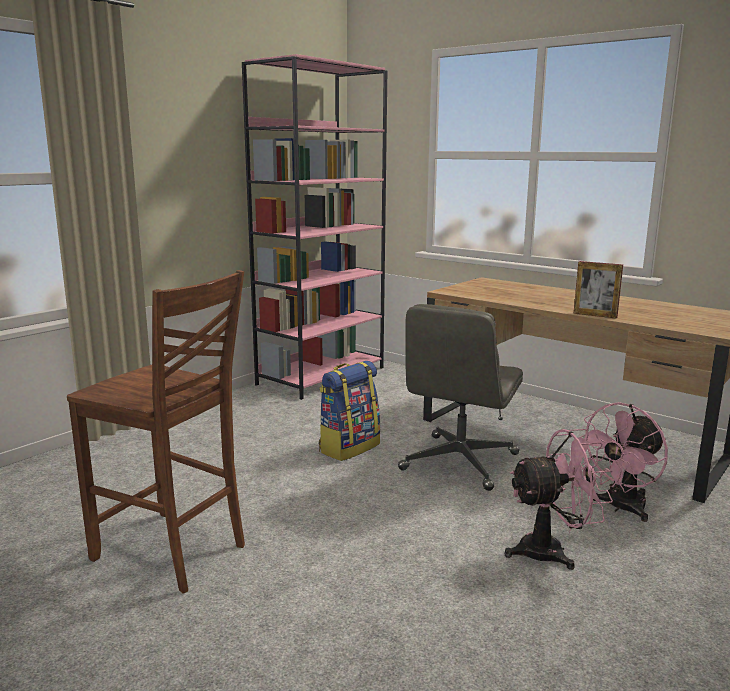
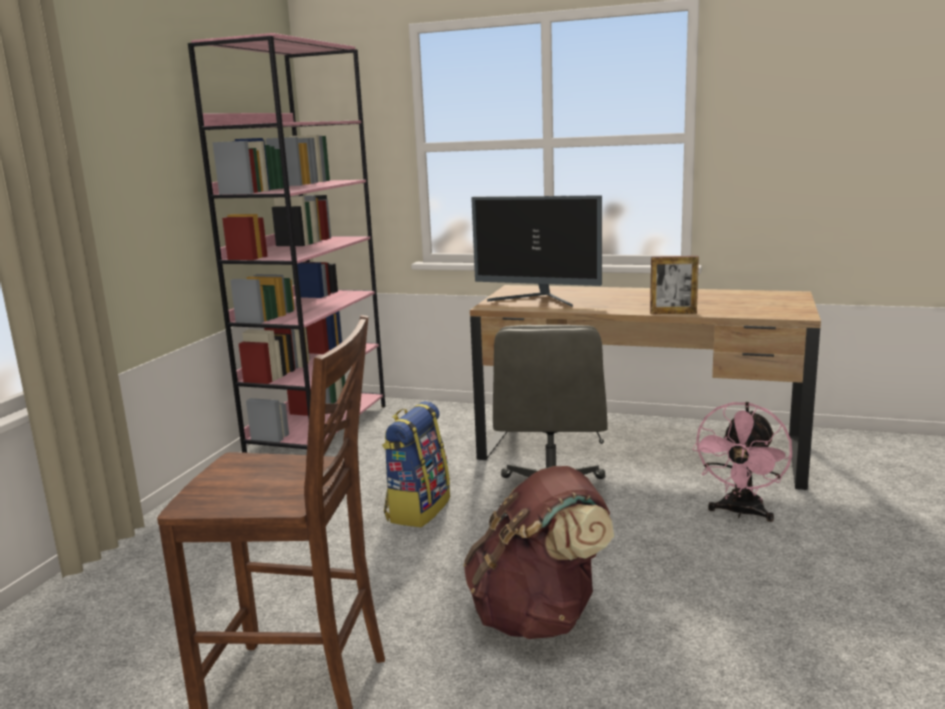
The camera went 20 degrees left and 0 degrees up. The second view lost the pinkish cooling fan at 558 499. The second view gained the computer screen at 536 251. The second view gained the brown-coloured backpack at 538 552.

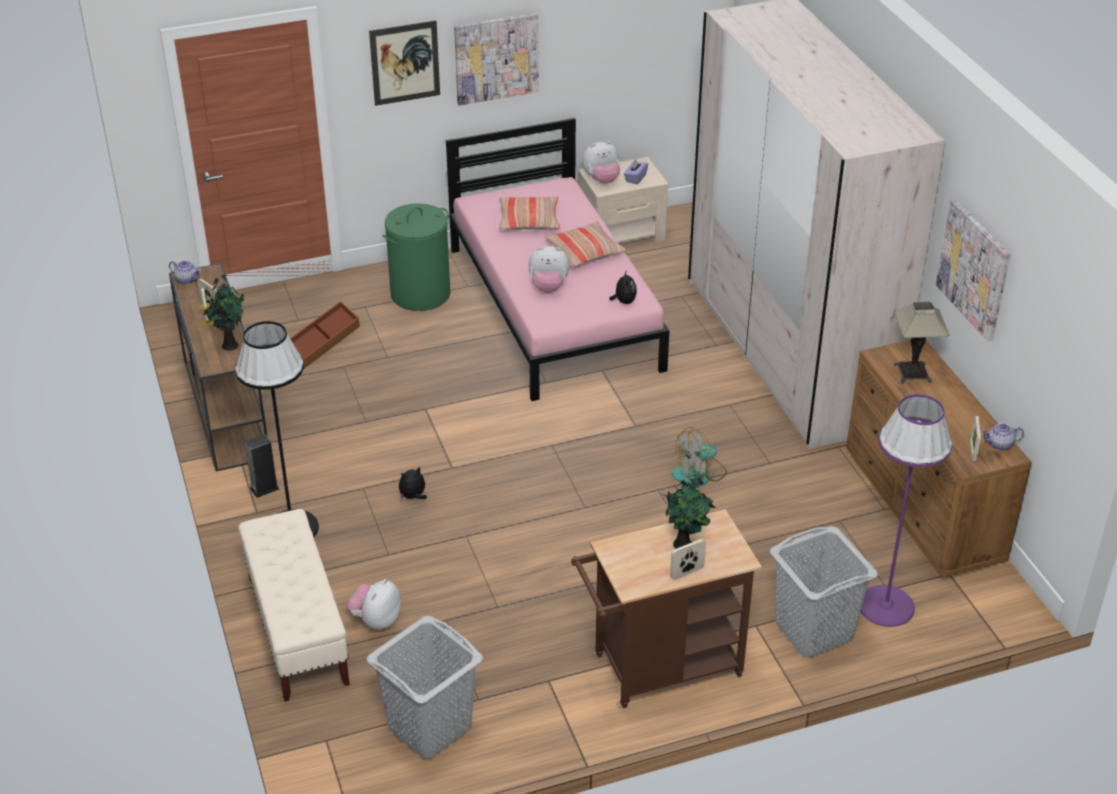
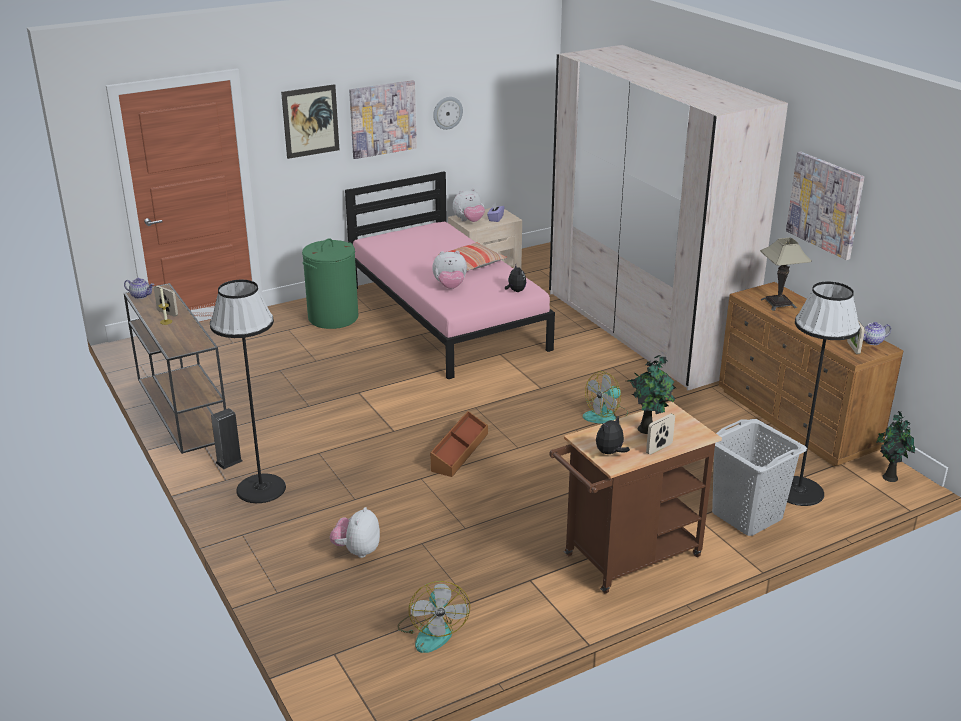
The camera went 10 degrees left and 10 degrees down. The second view lost the throw pillow at 529 212. The potted plant ended up elsewhere, having gone from 223 313 to 895 446. The brown-coloured storage bin ended up elsewhere, having gone from 325 335 to 459 444. What was the purplish standard lamp at 906 510 turned into the blackish standard lamp at 823 394. The soft toy ended up elsewhere, having gone from 413 482 to 613 435. The second view lost the sand-coloured bench at 294 605. Where the gray laundry basket stood at 425 687, the cooling fan came to stand at 433 617. The second view gained the clock on the wall at 448 113.

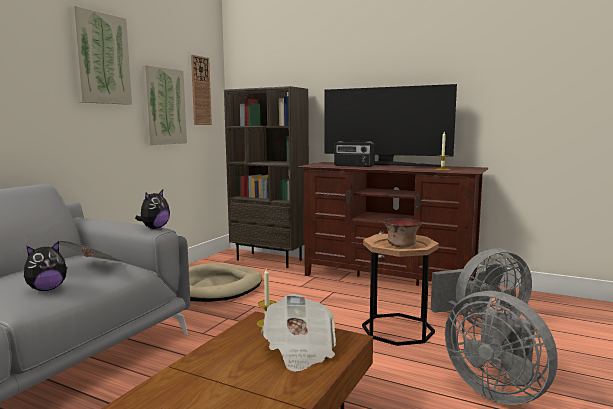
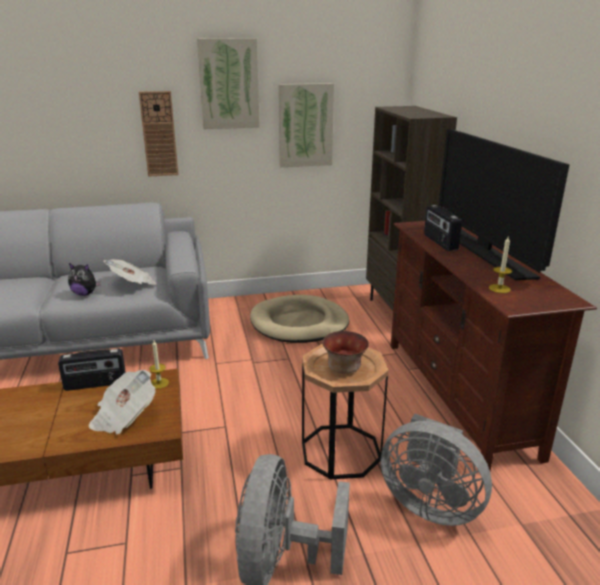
The camera went 50 degrees right and 15 degrees up. The clock on the wall ended up elsewhere, having gone from 201 90 to 159 134. The second view lost the soft toy at 152 209. The second view gained the radio set at 92 369.

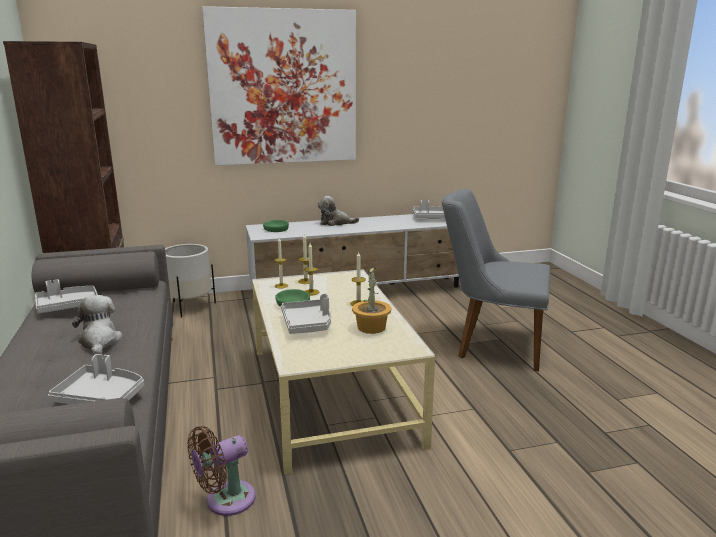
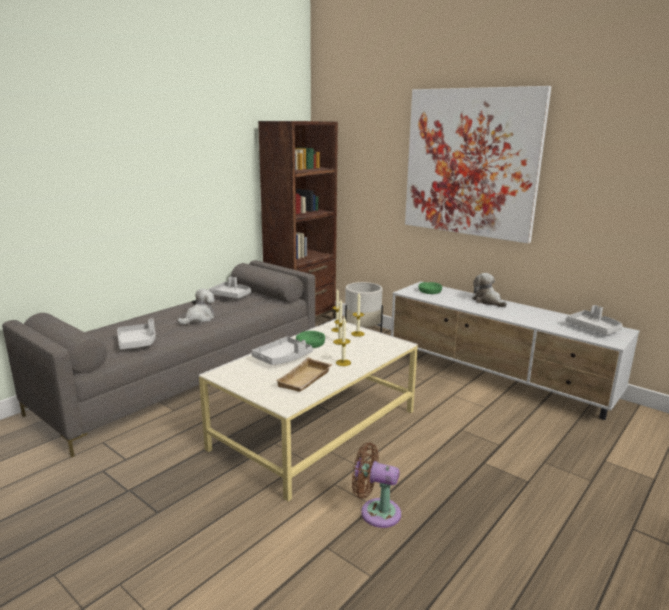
The camera went 55 degrees right and 0 degrees up. The second view lost the gray chair at 496 280. Where the potted plant stood at 371 300, the sand-coloured tray came to stand at 304 374. The brown-coloured cooling fan ended up elsewhere, having gone from 221 471 to 376 485.

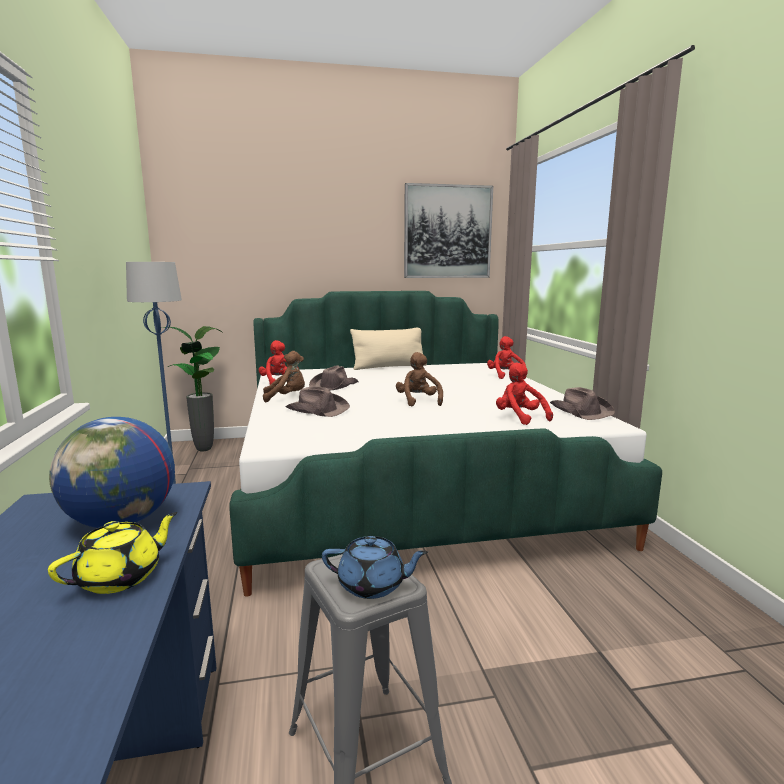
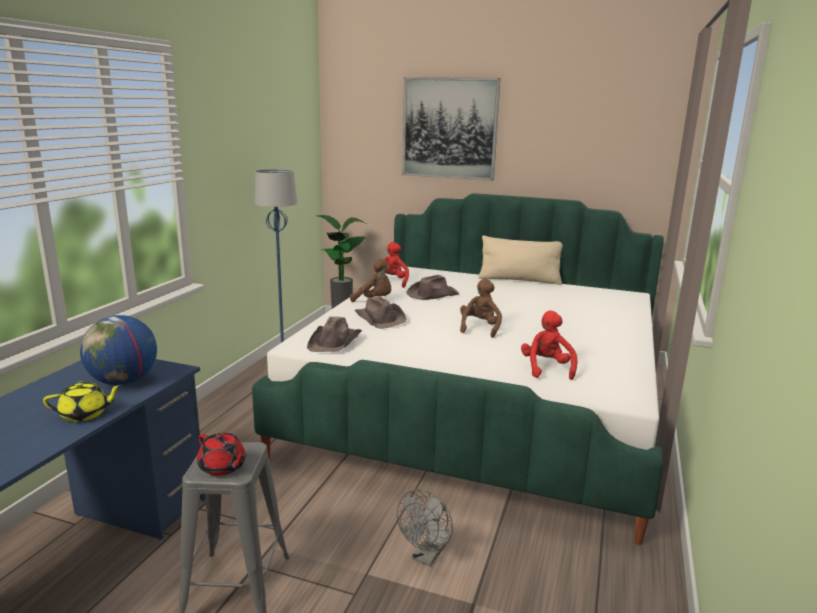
The camera went 30 degrees right and 5 degrees up. The wall art ended up elsewhere, having gone from 448 230 to 451 129. The second view lost the reddish soft toy at 507 357. The brown-coloured clothing hat ended up elsewhere, having gone from 582 403 to 334 334. What was the blue-coloured pot for tea at 375 567 turned into the reddish pot for tea at 222 454. The second view gained the gray cooling fan at 425 527.

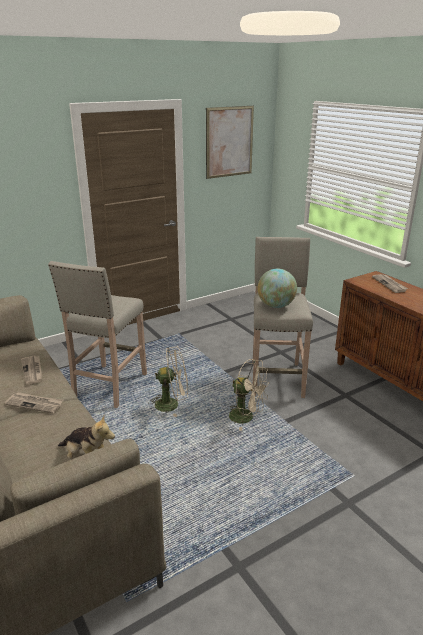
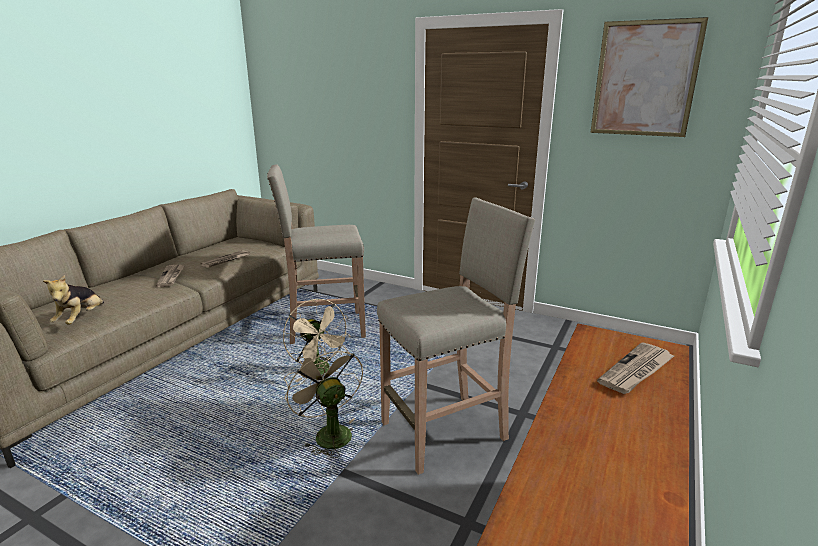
The camera went 60 degrees right and 5 degrees down. The second view lost the world globe at 277 288. The sand-coloured cooling fan at 248 395 ended up facing another way, 150 degrees clockwise from before.

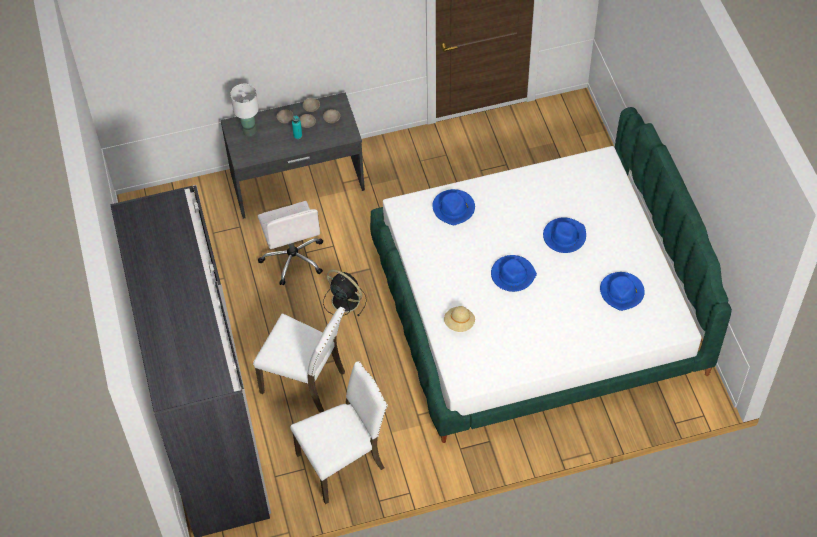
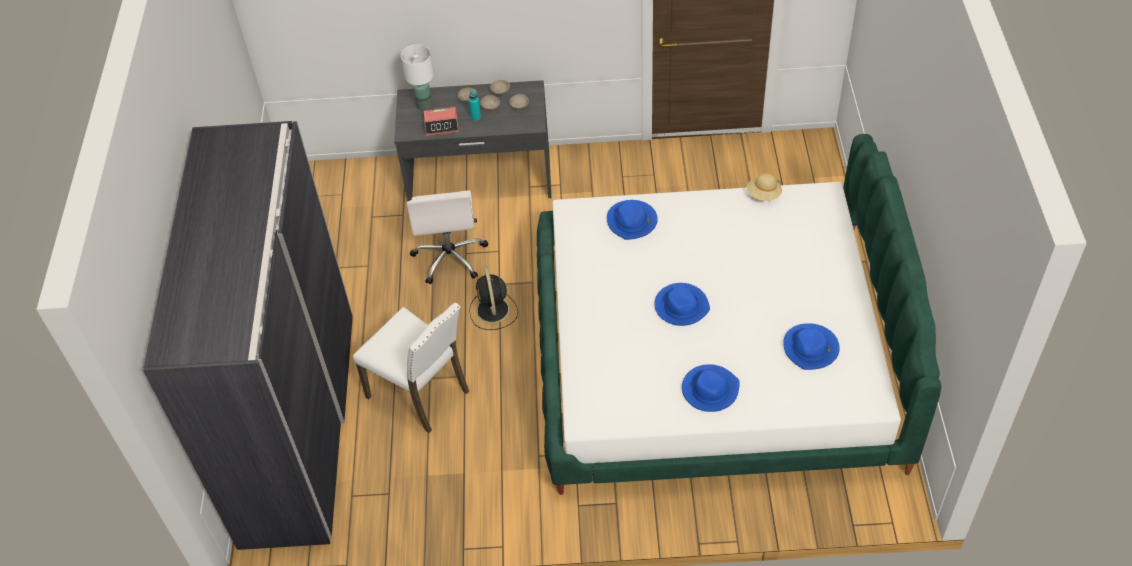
The camera went 15 degrees right and 5 degrees down. The blue-coloured clothing hat ended up elsewhere, having gone from 564 235 to 711 388. The blackish cooling fan at 345 292 ended up facing another way, 150 degrees counterclockwise from before. The sand-coloured clothing hat ended up elsewhere, having gone from 459 319 to 764 187. The second view lost the white-coloured chair at 339 432. The second view gained the table clock at 441 121.

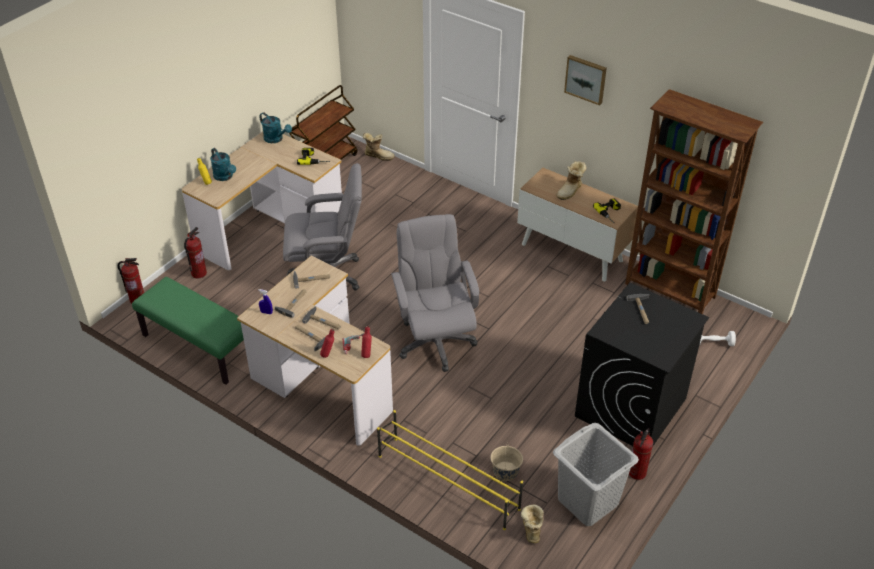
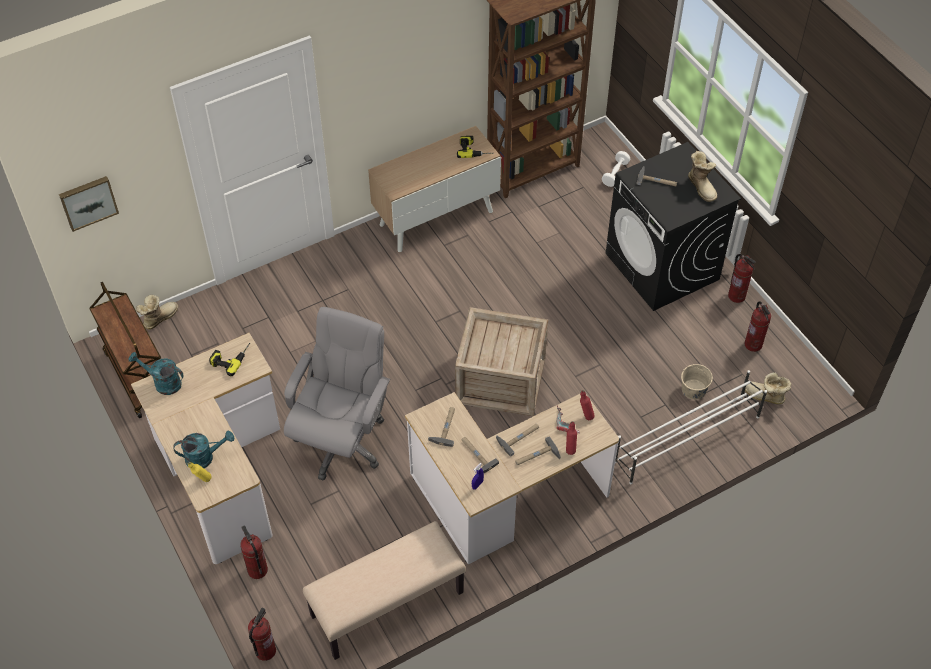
The camera went 65 degrees left and 10 degrees up. The wall art ended up elsewhere, having gone from 585 80 to 89 204. The turquoise-coloured watering pot at 276 127 ended up facing another way, 135 degrees counterclockwise from before. The tall boot ended up elsewhere, having gone from 571 180 to 702 176. Where the gray computer chair stood at 435 293, the packing crate came to stand at 502 361. What was the greenish bench at 188 331 turned into the sand-coloured bench at 384 590. What was the yellow shoe shelf at 450 470 turned into the white-coloured shoe shelf at 691 427. Where the gray laundry basket stood at 596 474, the fire extinguisher came to stand at 757 326.

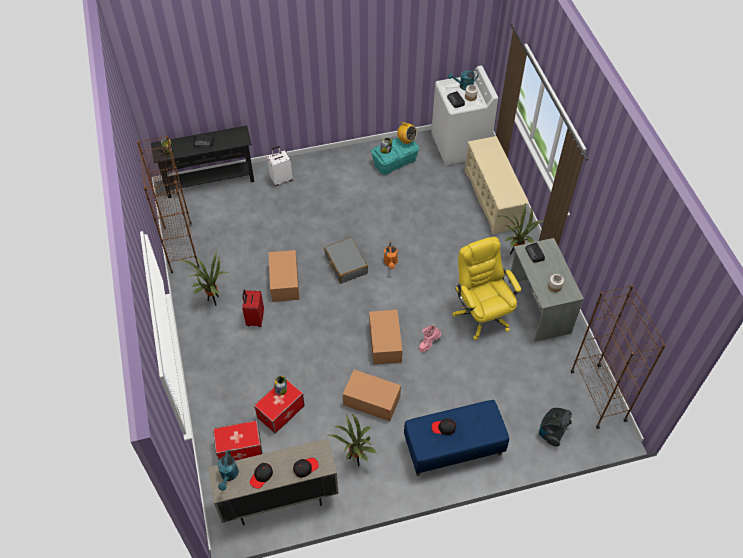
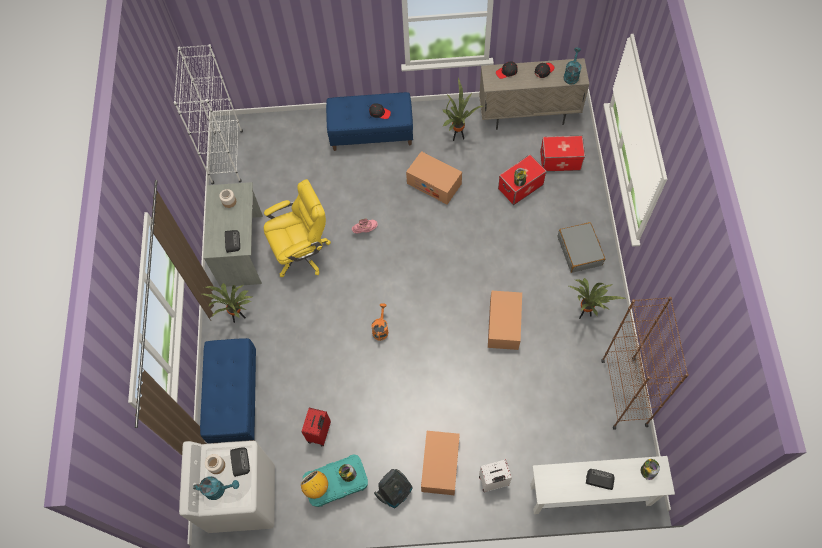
The camera went 165 degrees left and 10 degrees up. What was the blackish hall table at 202 162 turned into the white-coloured hall table at 602 485. Where the sand-coloured shoe shelf stood at 497 185, the blue-coloured bench came to stand at 228 390. The gray suitcase ended up elsewhere, having gone from 346 260 to 581 247. The yellow computer chair at 486 288 ended up facing another way, 105 degrees counterclockwise from before. What was the brown-coloured bookcase at 618 357 turned into the white-coloured bookcase at 208 114. The reddish suitcase ended up elsewhere, having gone from 253 308 to 316 427. The carton ended up elsewhere, having gone from 385 337 to 440 463. The vacuum ended up elsewhere, having gone from 555 427 to 393 488.

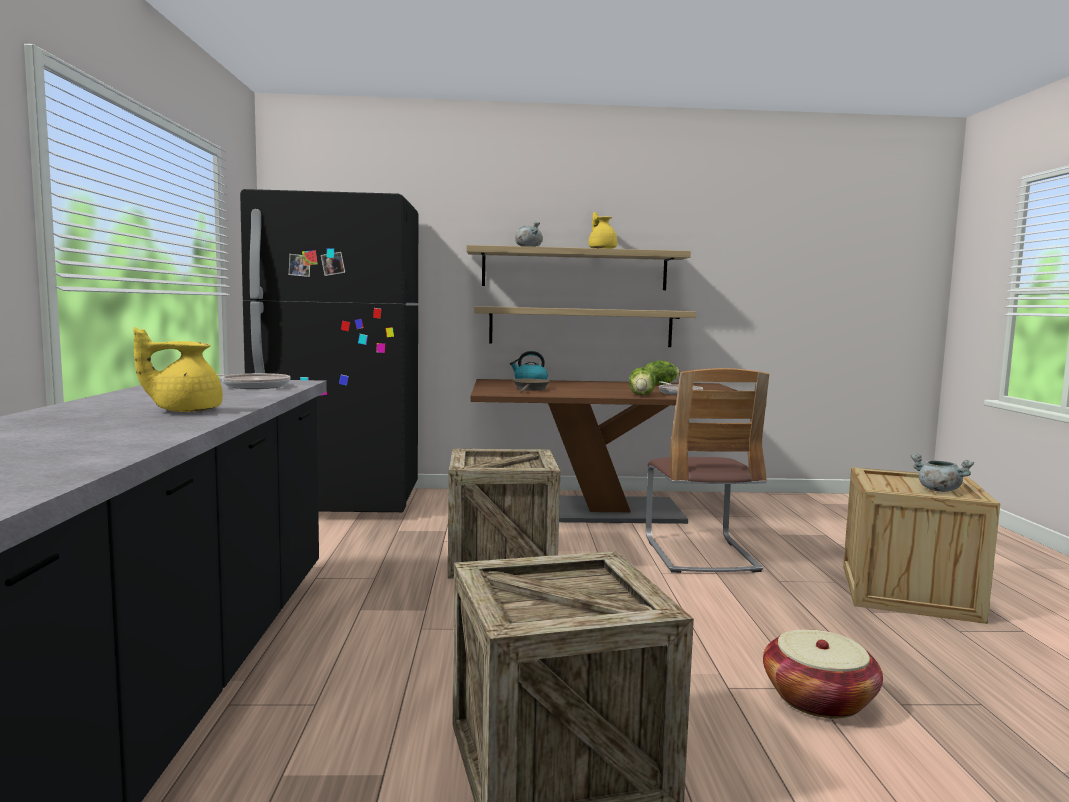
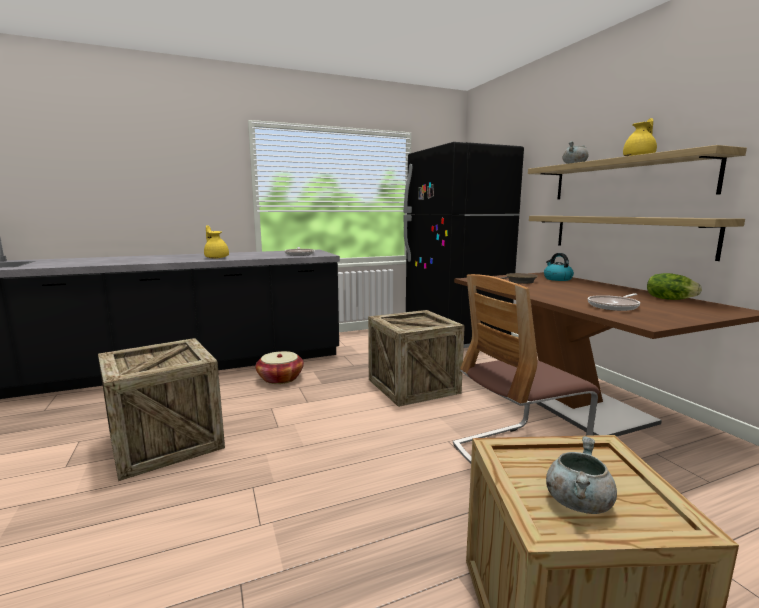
The camera went 70 degrees right and 5 degrees up. The second view lost the head of lettuce at 642 381. The storage basket ended up elsewhere, having gone from 823 674 to 280 367.

